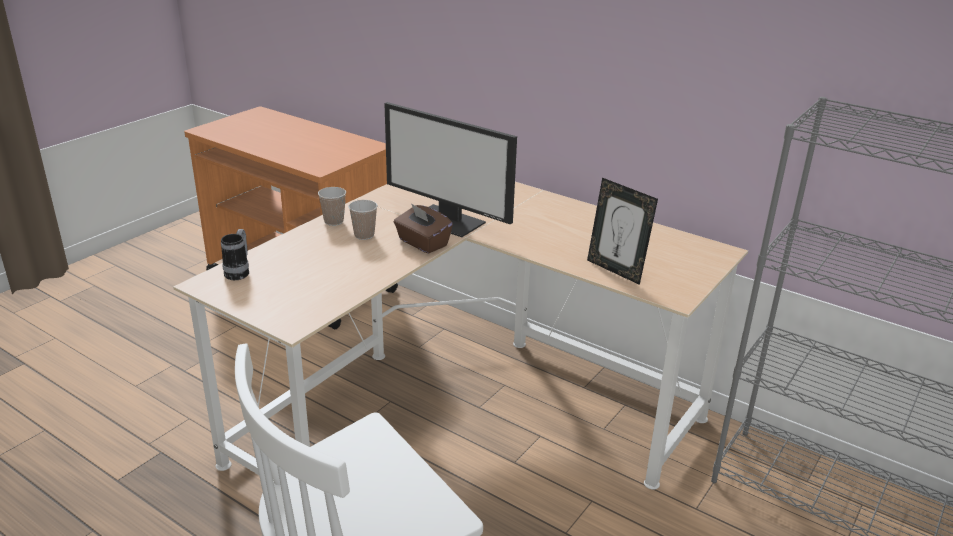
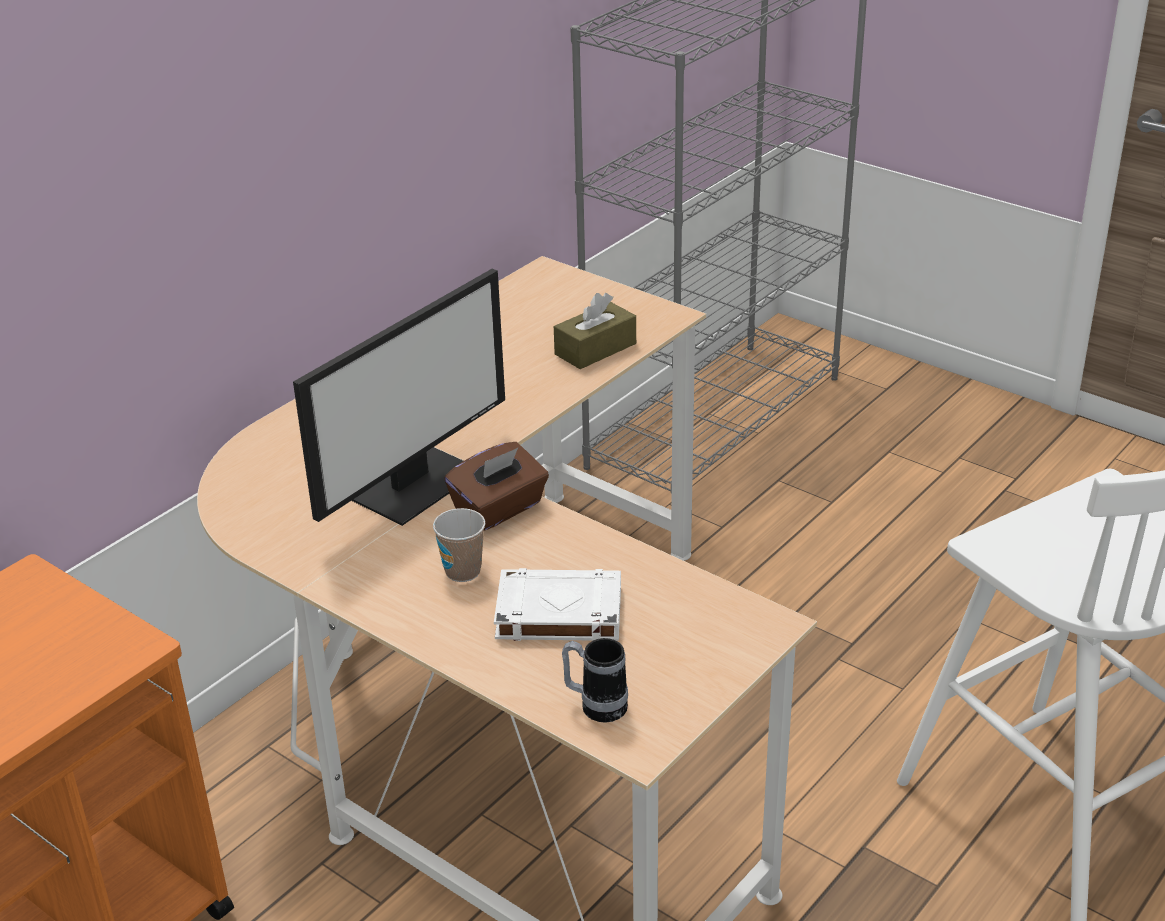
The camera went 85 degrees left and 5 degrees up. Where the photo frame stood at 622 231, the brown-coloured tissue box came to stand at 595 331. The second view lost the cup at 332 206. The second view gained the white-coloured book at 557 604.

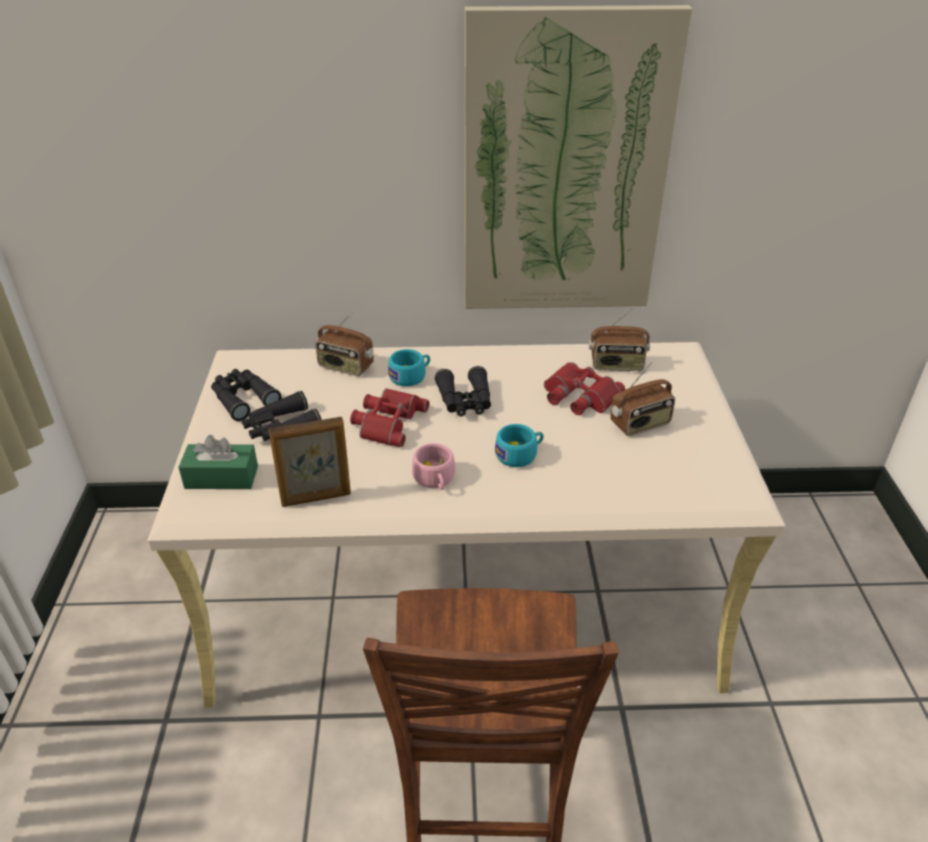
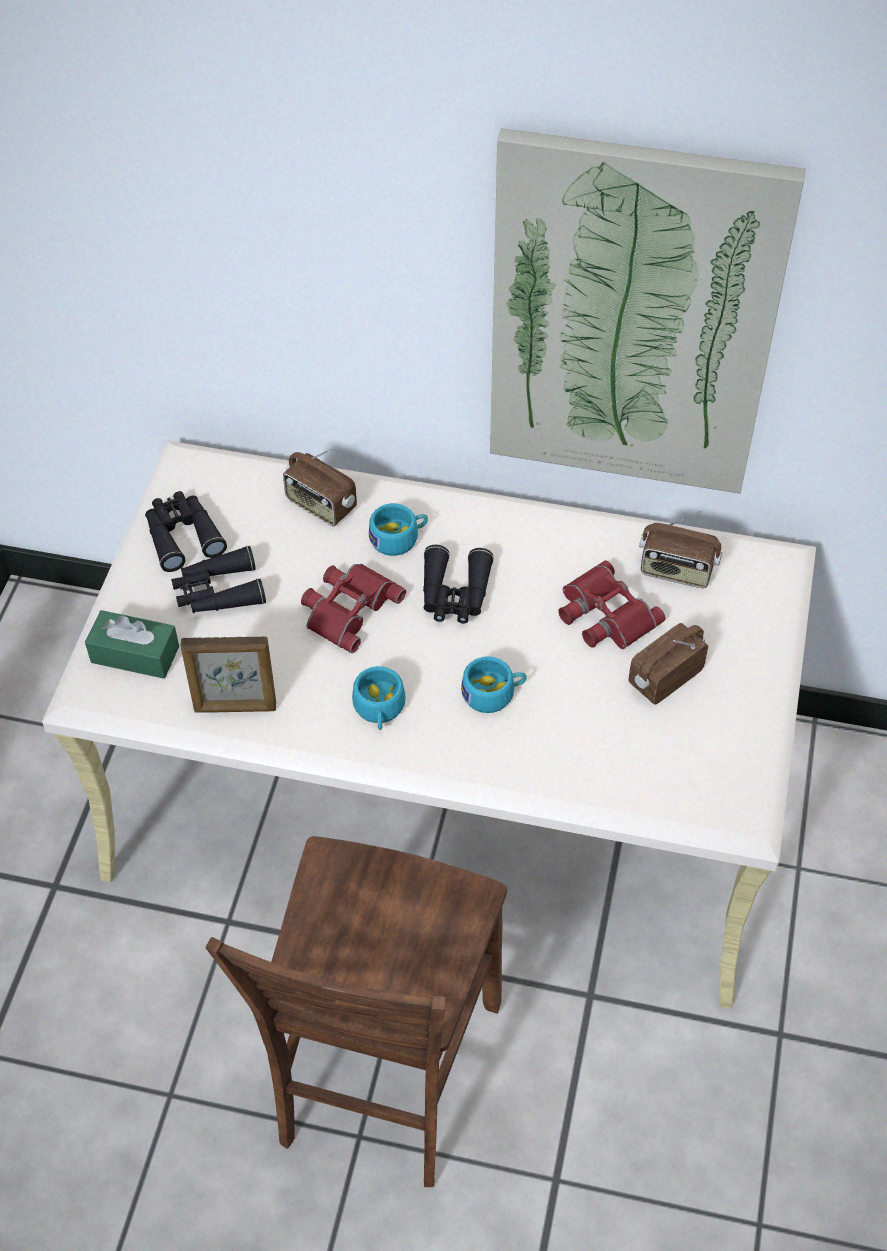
The camera went 15 degrees right and 15 degrees up. The radio set at 642 398 ended up facing another way, 150 degrees clockwise from before. What was the pinkish cup at 433 466 turned into the turquoise-coloured cup at 379 698.

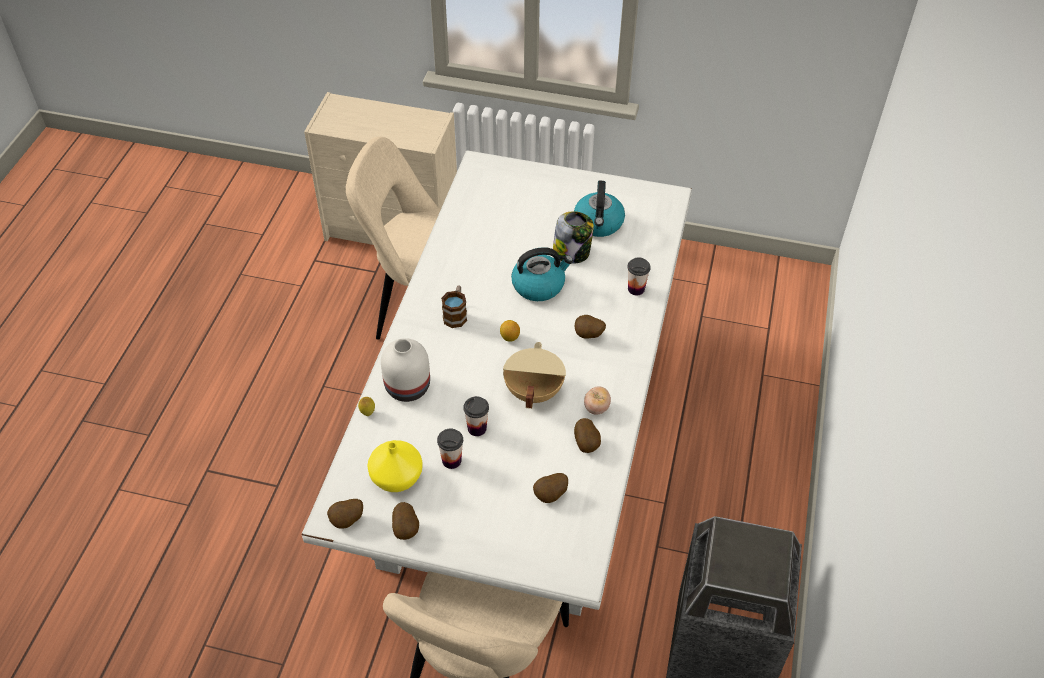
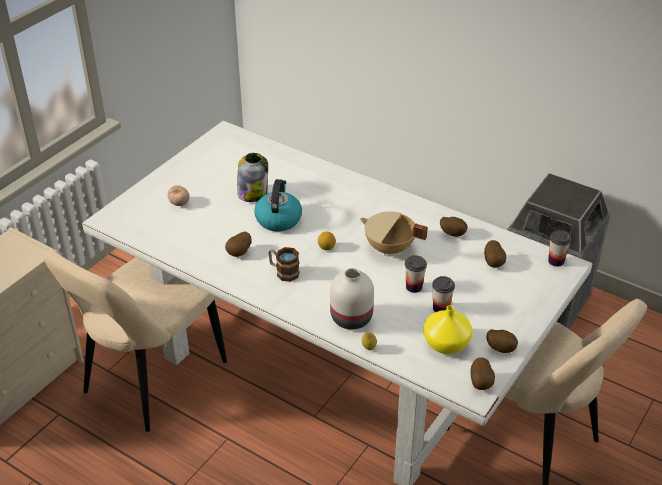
The camera went 70 degrees left and 10 degrees down. The second view lost the tea kettle at 599 209. The cup ended up elsewhere, having gone from 639 276 to 560 248. The whole potato ended up elsewhere, having gone from 590 327 to 238 244. The tomato ended up elsewhere, having gone from 597 400 to 179 195.

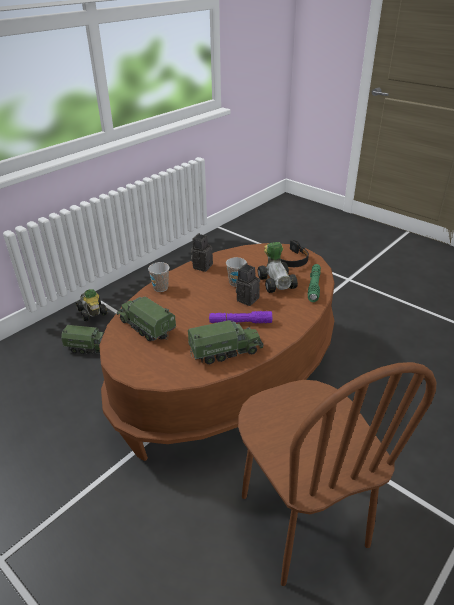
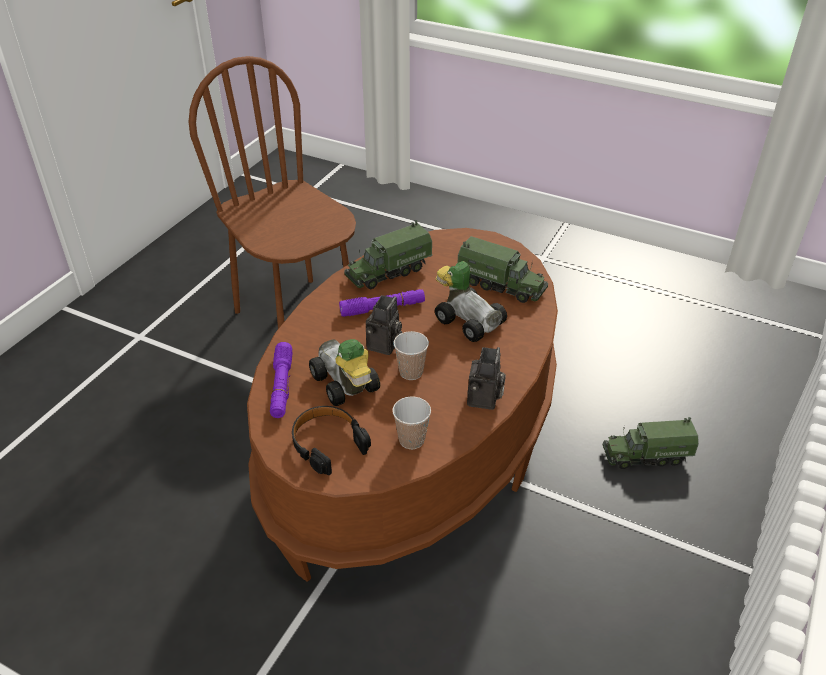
The camera went 165 degrees right and 5 degrees up. The cup ended up elsewhere, having gone from 159 277 to 412 422. What was the greenish torch at 314 283 turned into the purplish torch at 281 380. The miniature car ended up elsewhere, having gone from 91 305 to 471 301.

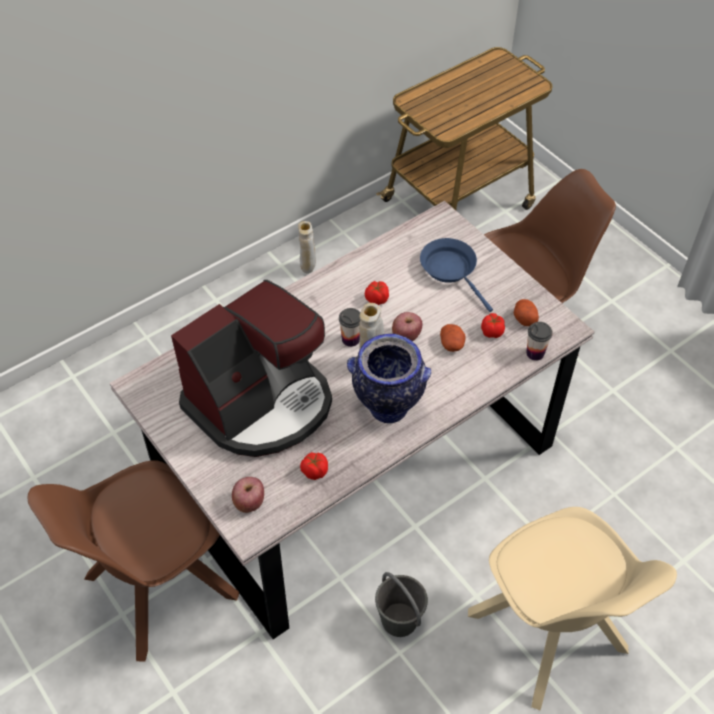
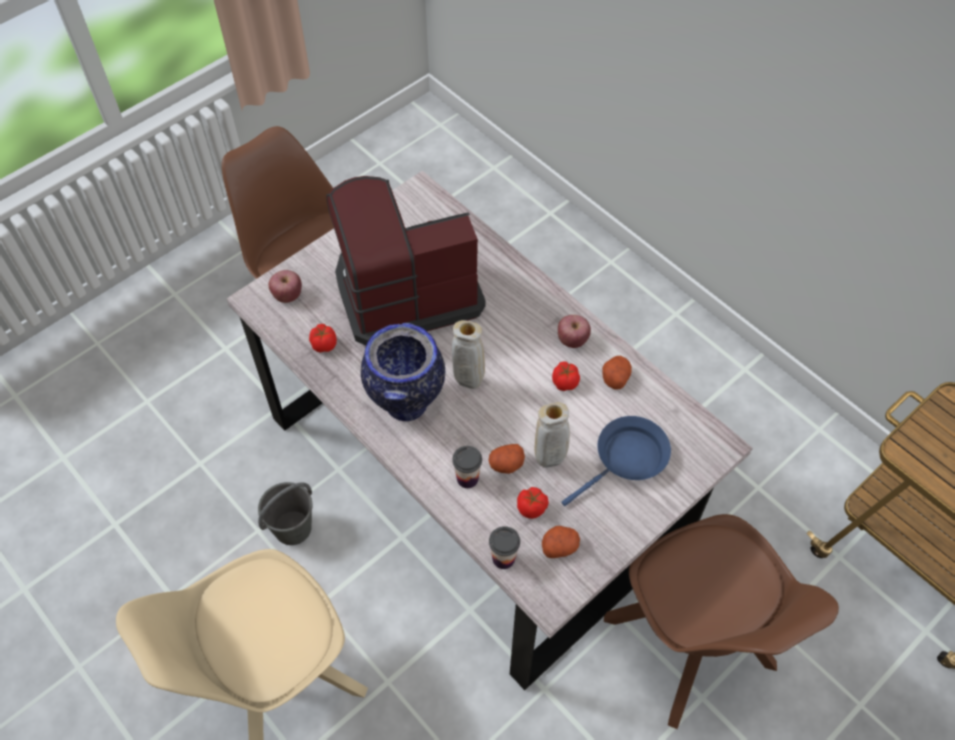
The camera went 85 degrees right and 5 degrees up. The sand-coloured vase ended up elsewhere, having gone from 307 247 to 552 435. The coffee maker at 251 368 ended up facing another way, 120 degrees clockwise from before. The cup ended up elsewhere, having gone from 349 327 to 467 467. The whole apple ended up elsewhere, having gone from 407 326 to 574 331. The second view gained the whole potato at 617 373.

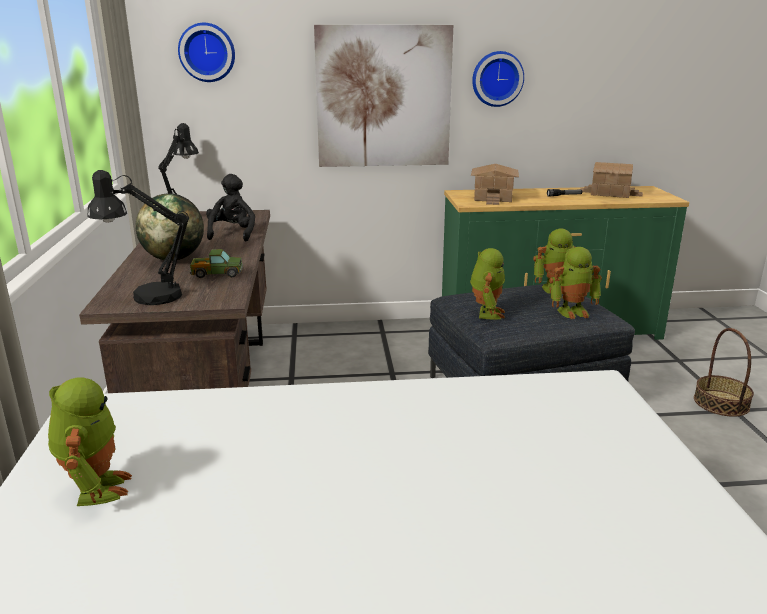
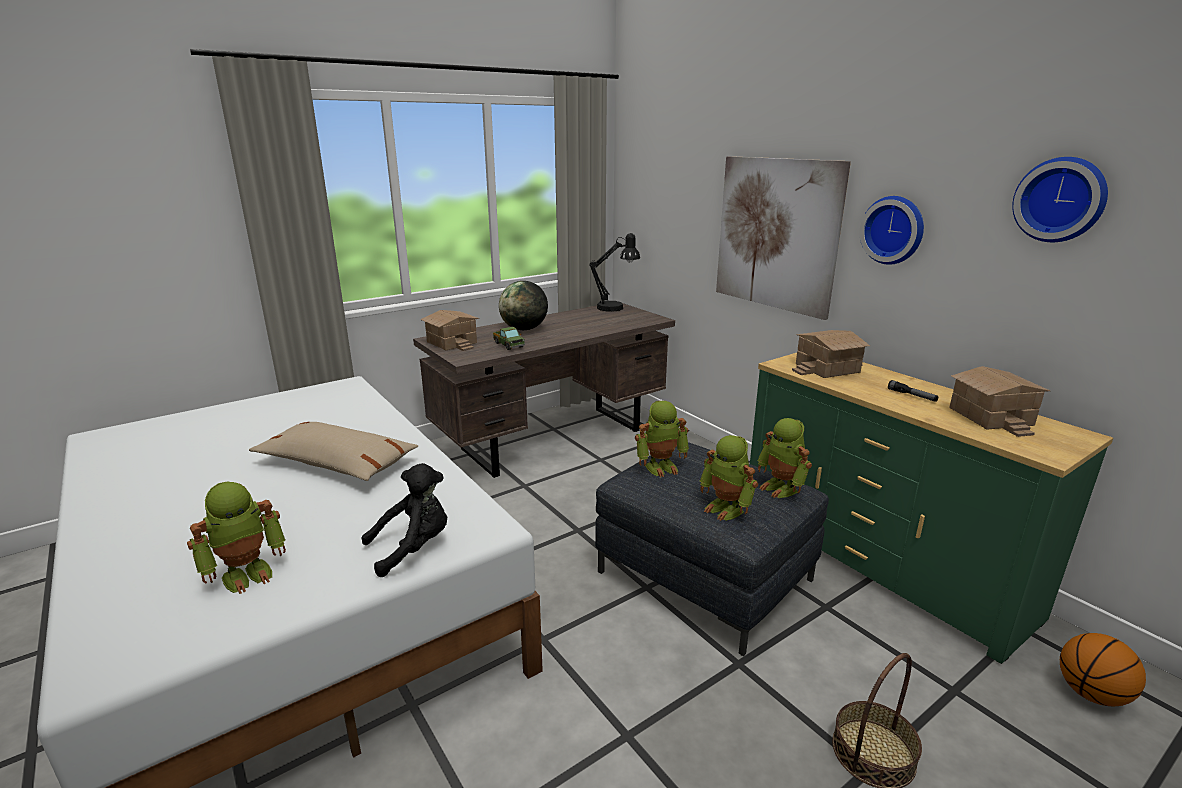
The camera went 60 degrees right and 0 degrees up. The clock on the wall ended up elsewhere, having gone from 206 52 to 1060 199. Where the blackish tabletop lamp stood at 138 237, the miniature house came to stand at 449 330. The blackish soft toy ended up elsewhere, having gone from 230 208 to 404 520. The model robot ended up elsewhere, having gone from 90 441 to 236 538. The second view gained the sand-coloured throw pillow at 333 451. The second view gained the basketball at 1103 669.

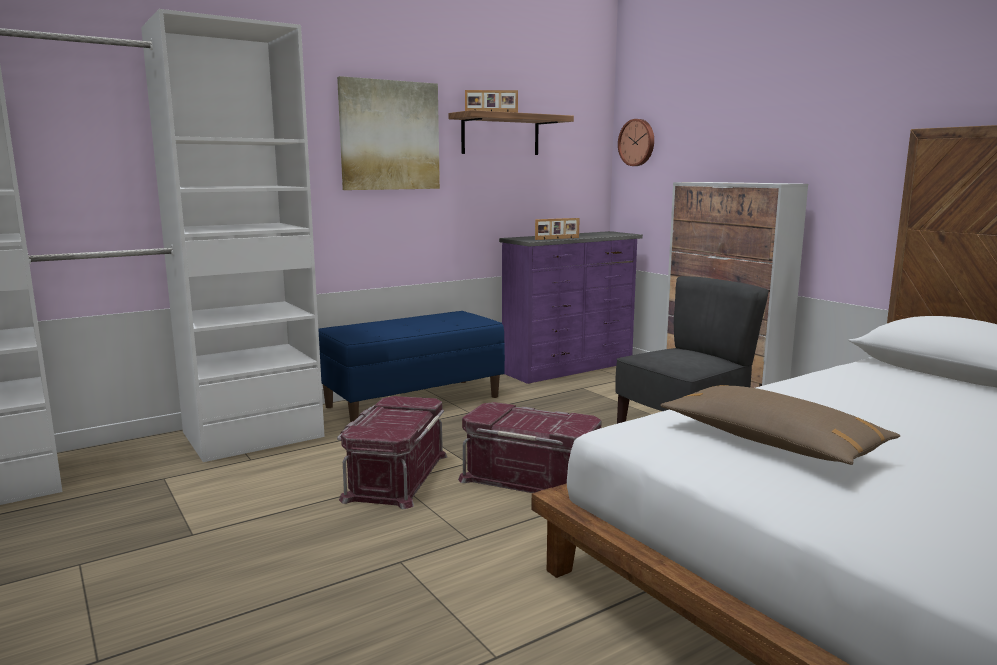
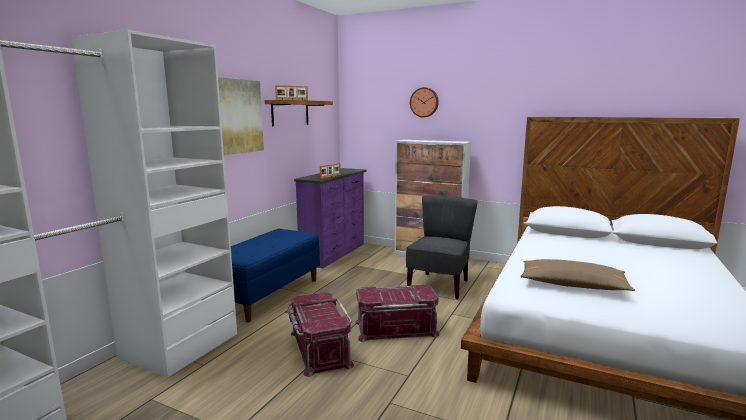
The camera went 30 degrees left and 0 degrees up. The clock on the wall ended up elsewhere, having gone from 636 142 to 424 102.

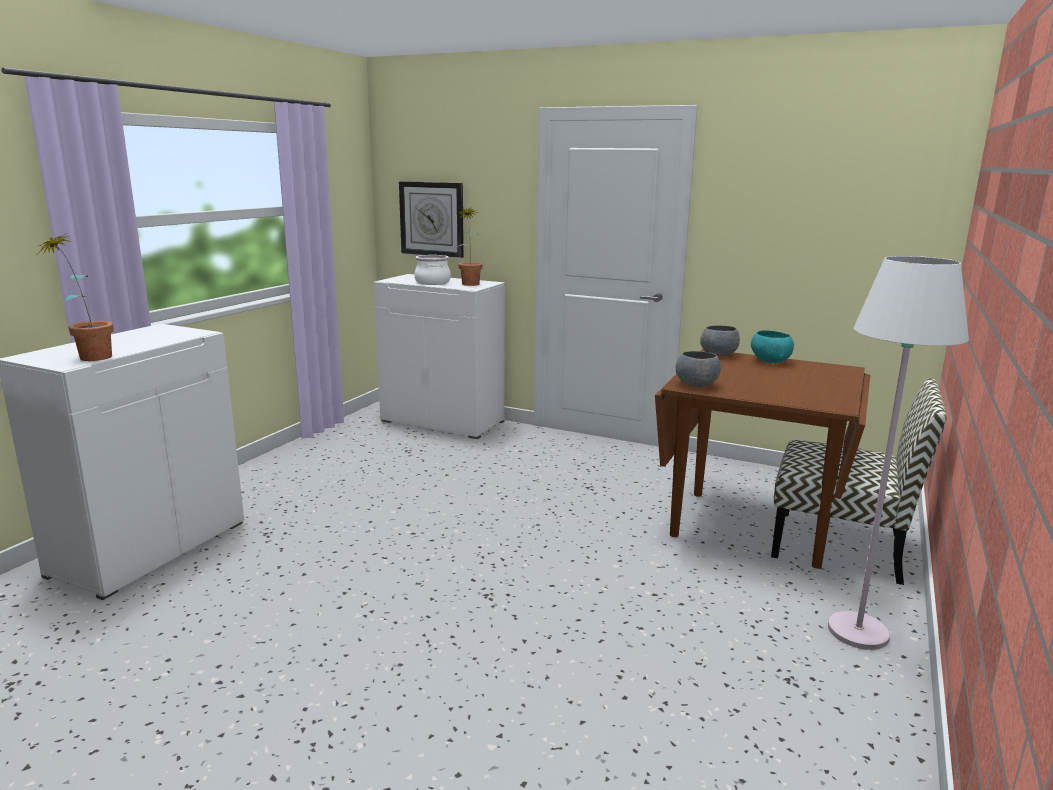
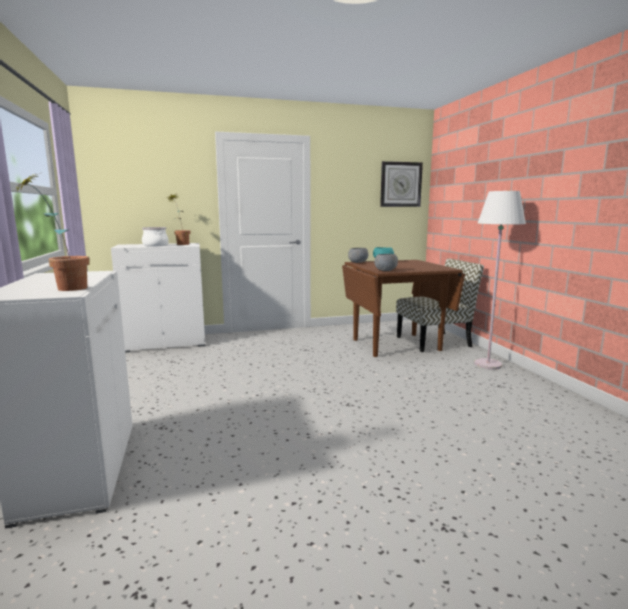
The camera went 40 degrees left and 5 degrees down. The clock on the wall ended up elsewhere, having gone from 431 219 to 401 184.

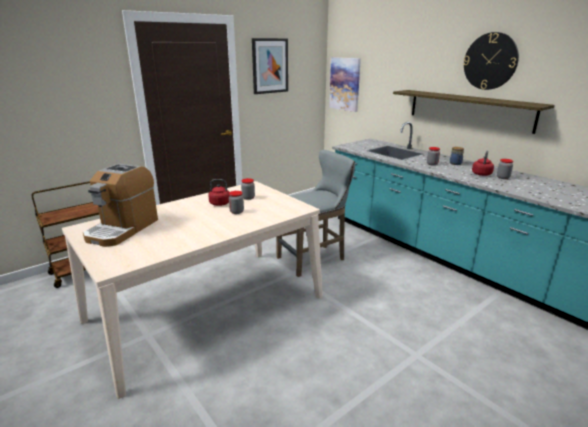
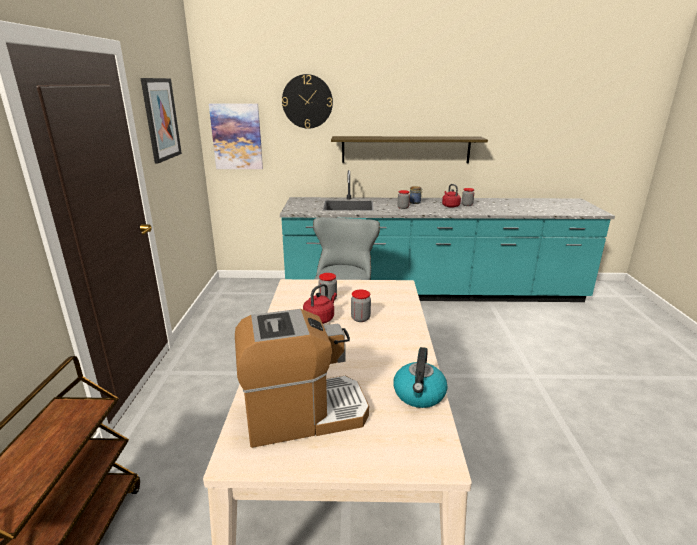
The camera went 50 degrees left and 0 degrees up. The clock on the wall ended up elsewhere, having gone from 491 61 to 307 101. The coffee maker at 120 205 ended up facing another way, 75 degrees counterclockwise from before. The second view gained the tea kettle at 420 377.

